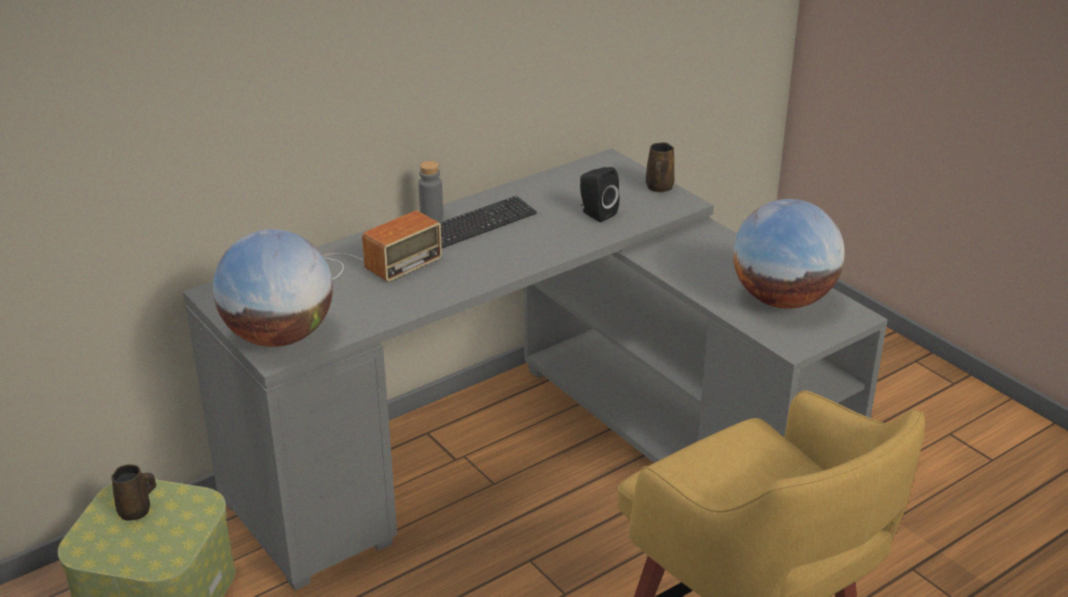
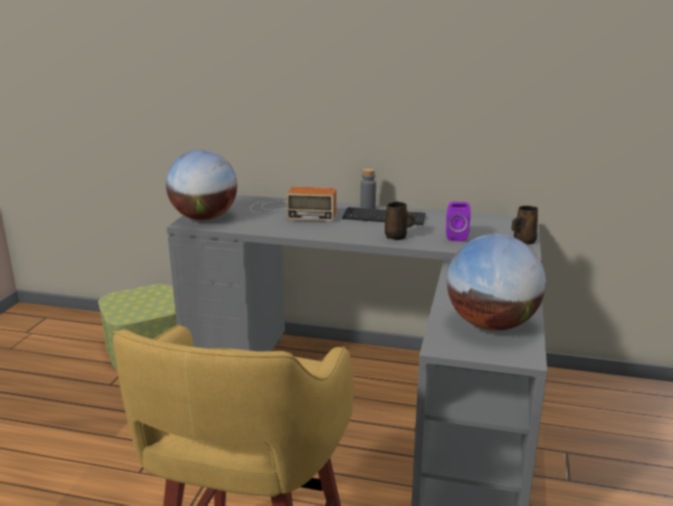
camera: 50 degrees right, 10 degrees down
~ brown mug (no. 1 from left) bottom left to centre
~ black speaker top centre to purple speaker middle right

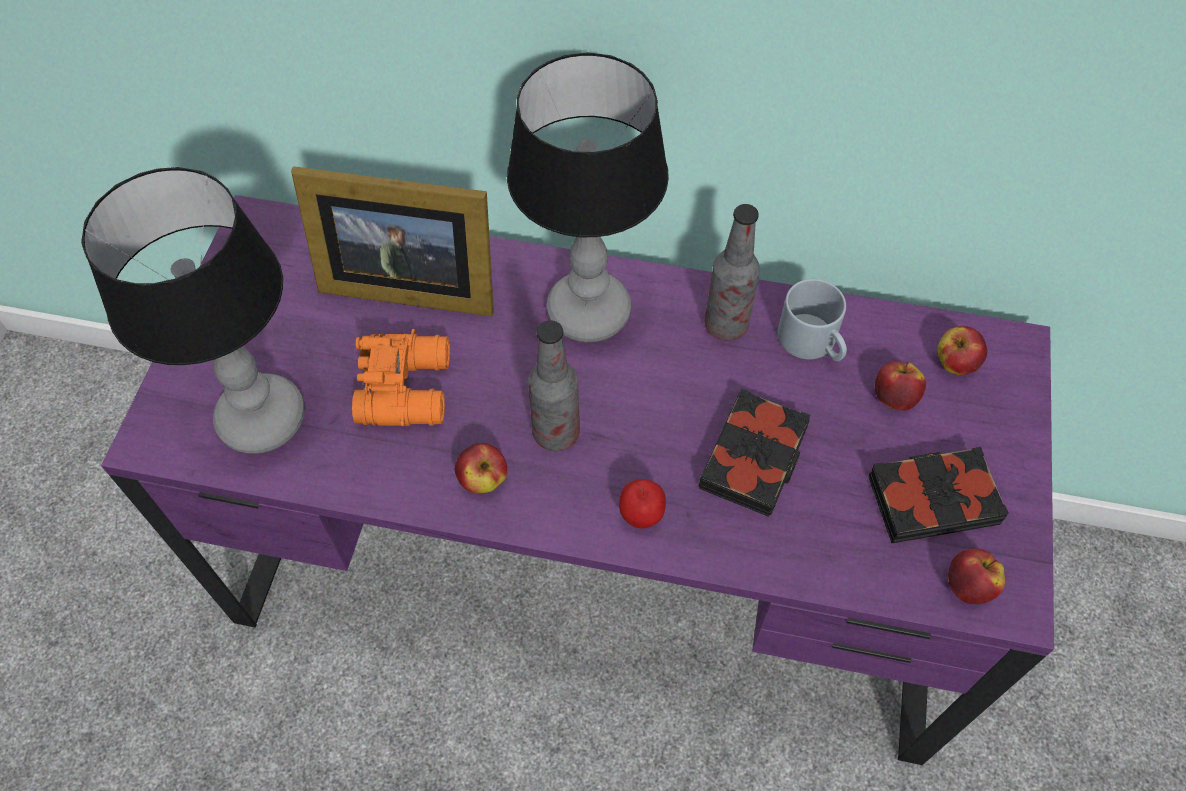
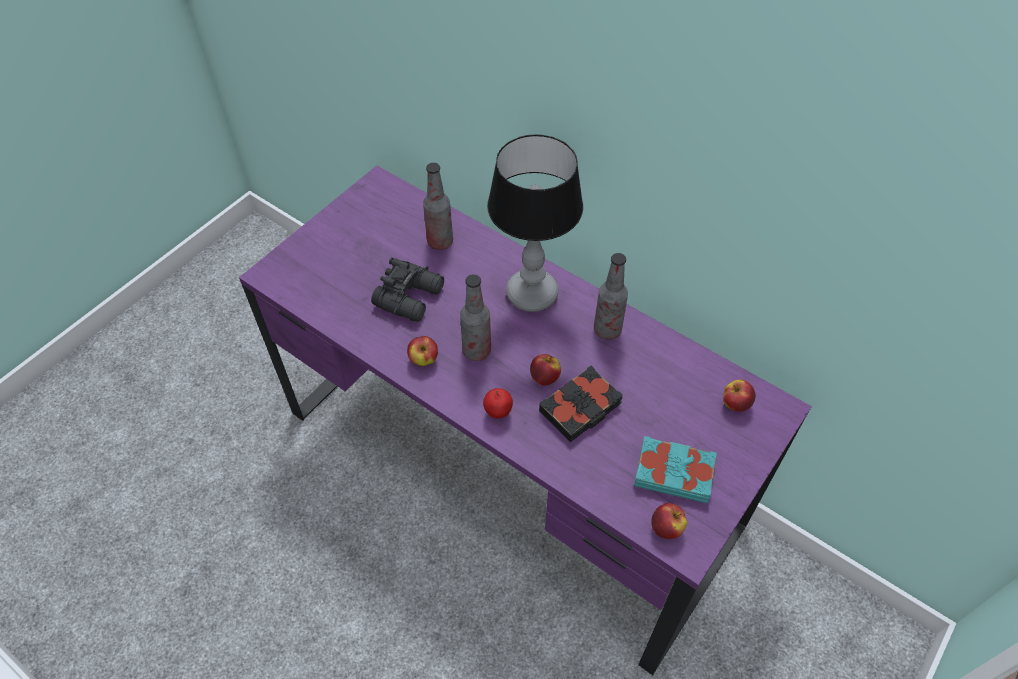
camera: 25 degrees right, 5 degrees down
- table lamp (no. 1 from left) middle left
~ picture frame top left to bottle (no. 1 from left) top centre
~ orange binoculars centre to black binoculars centre
- grey mug middle right
~ black book (no. 2 from left) middle right to turquoise book bottom centre
~ apple (no. 3 from left) middle right to centre

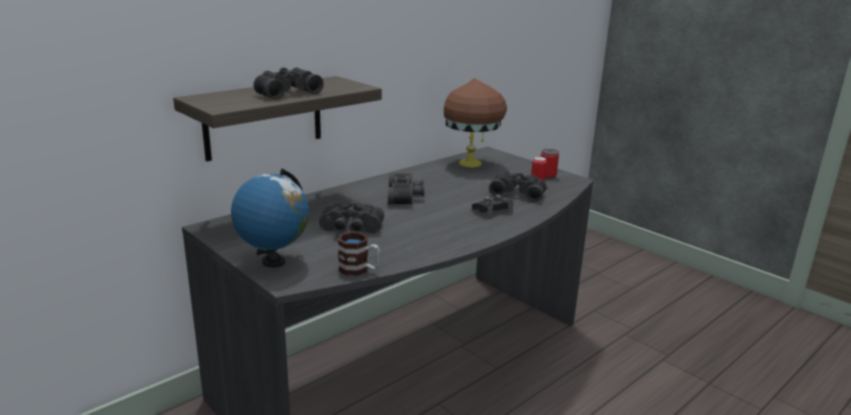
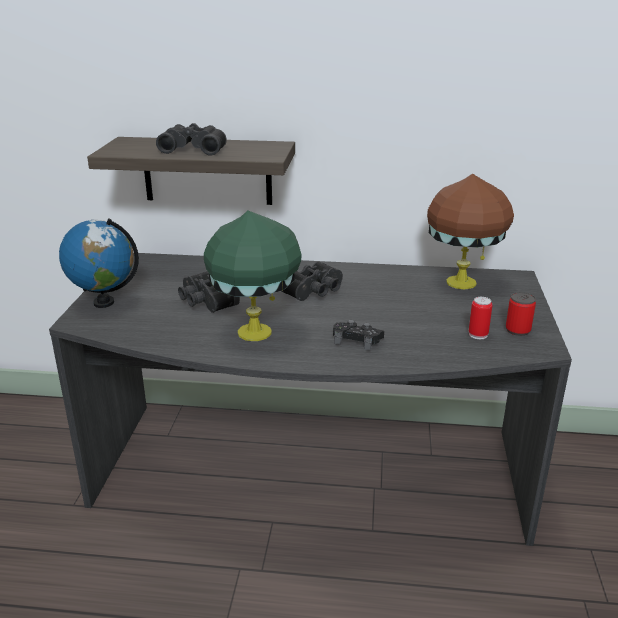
camera: 50 degrees right, 5 degrees up
- mug centre
- black binoculars (no. 4 from left) centre
+ green table lamp centre

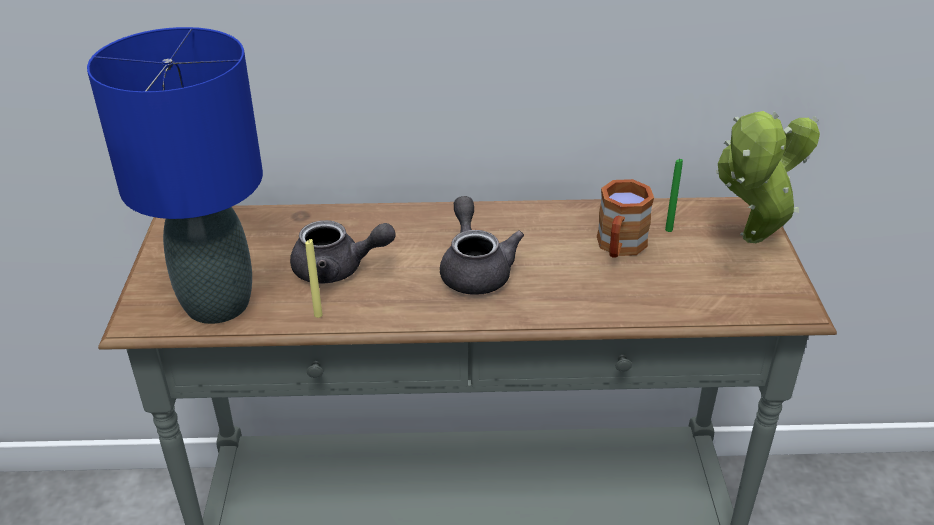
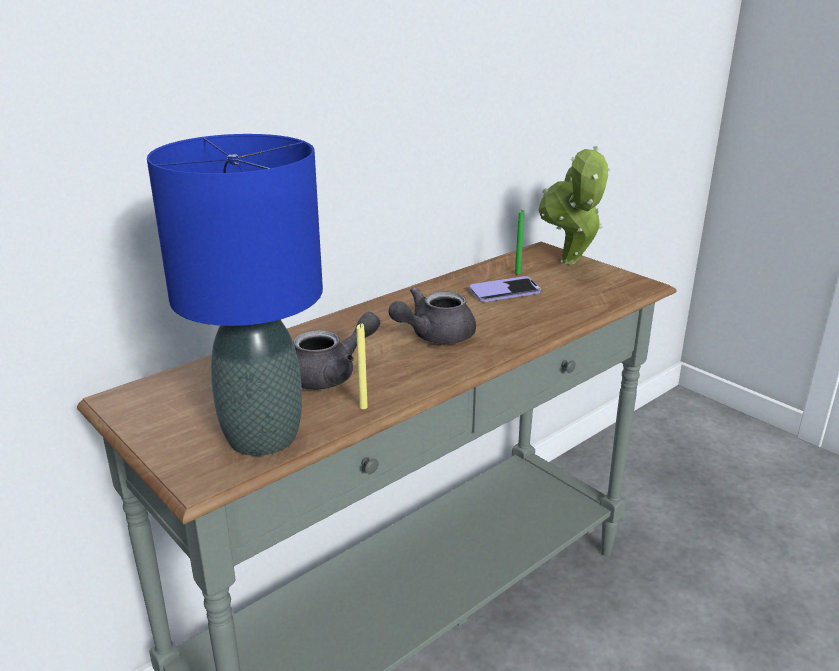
camera: 40 degrees left, 10 degrees down
~ grey teapot (no. 2 from left) centre = centre 75 degrees counterclockwise
~ brown mug middle right to phone centre

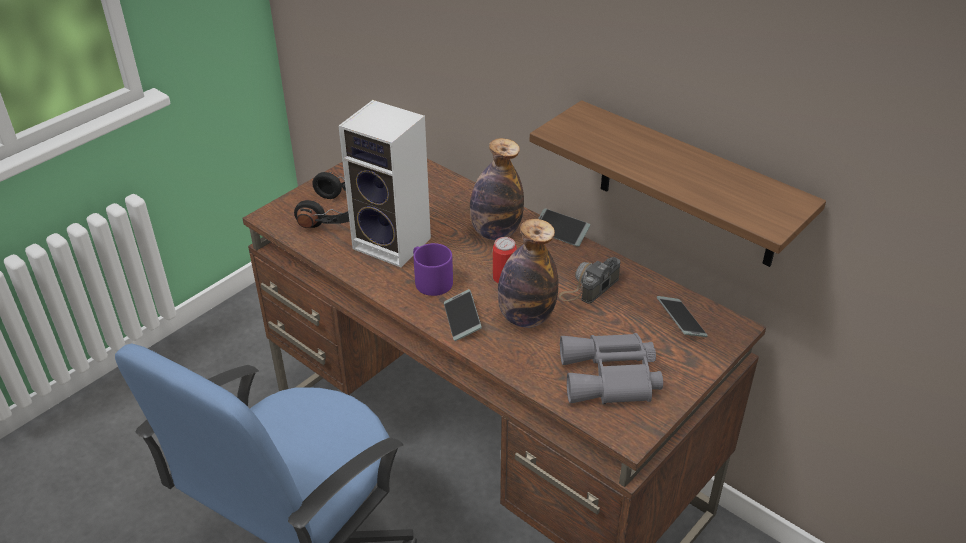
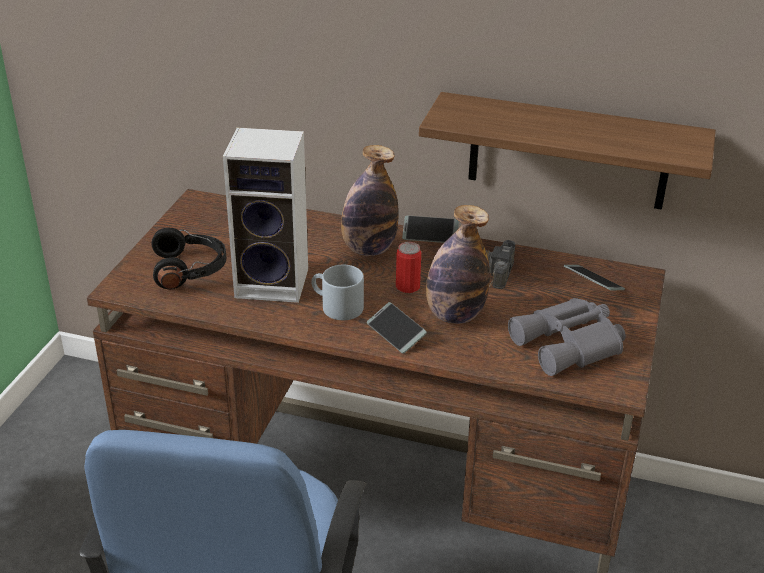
camera: 25 degrees left, 5 degrees down
~ purple mug centre to grey mug centre

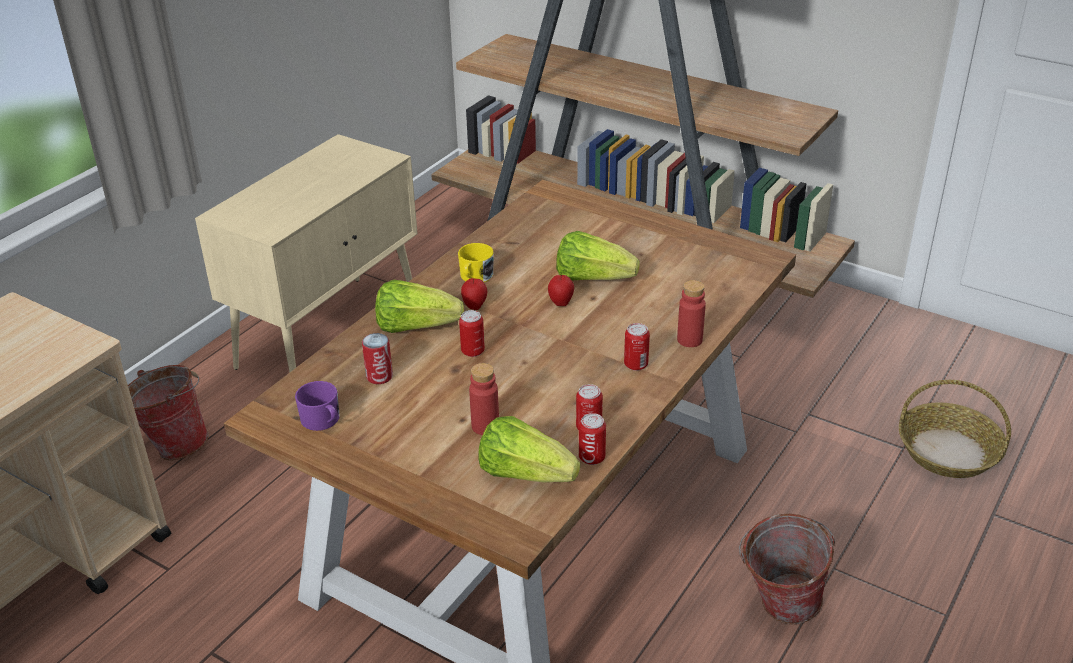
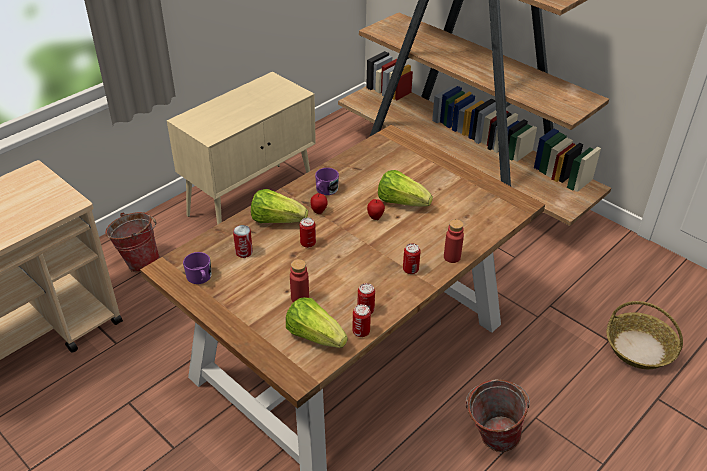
camera: 10 degrees right, 5 degrees up
~ yellow mug centre to purple mug (no. 2 from left) centre

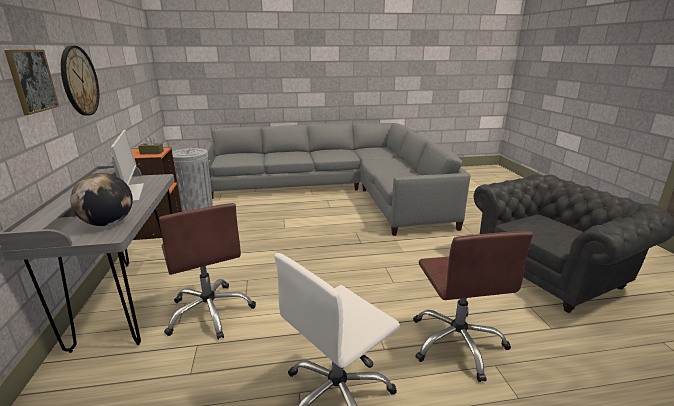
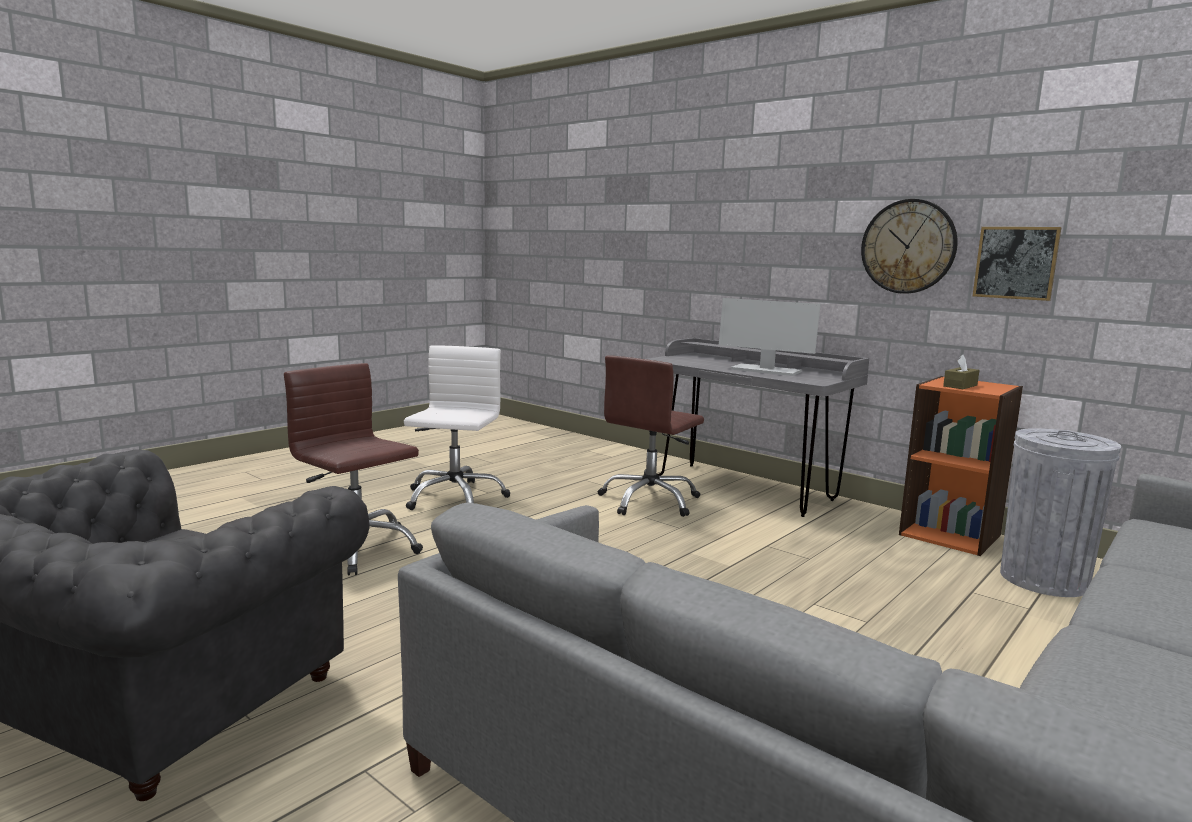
camera: 140 degrees right, 10 degrees down
~ picture top left to top right
- globe middle left
~ brown office chair (no. 1 from left in the first image) bottom left = centre 75 degrees counterclockwise

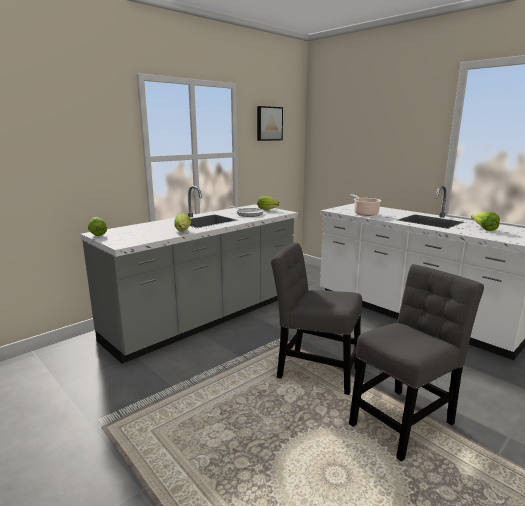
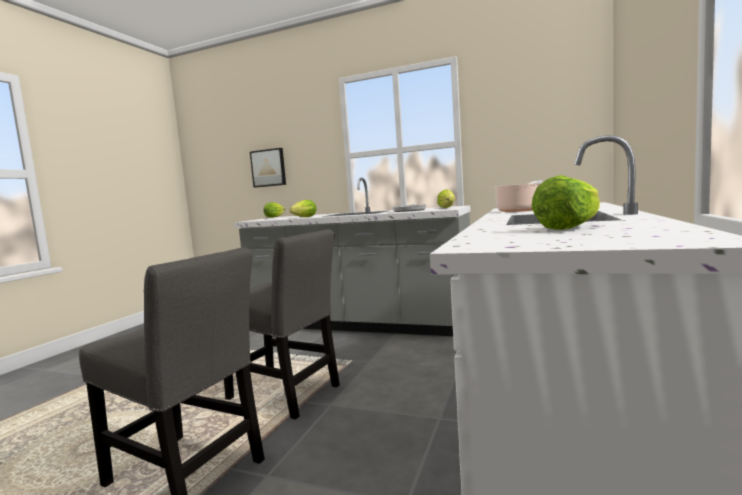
camera: 65 degrees right, 10 degrees down
~ picture top centre to centre
~ grey chair (no. 1 from left in the first image) centre = centre 120 degrees clockwise

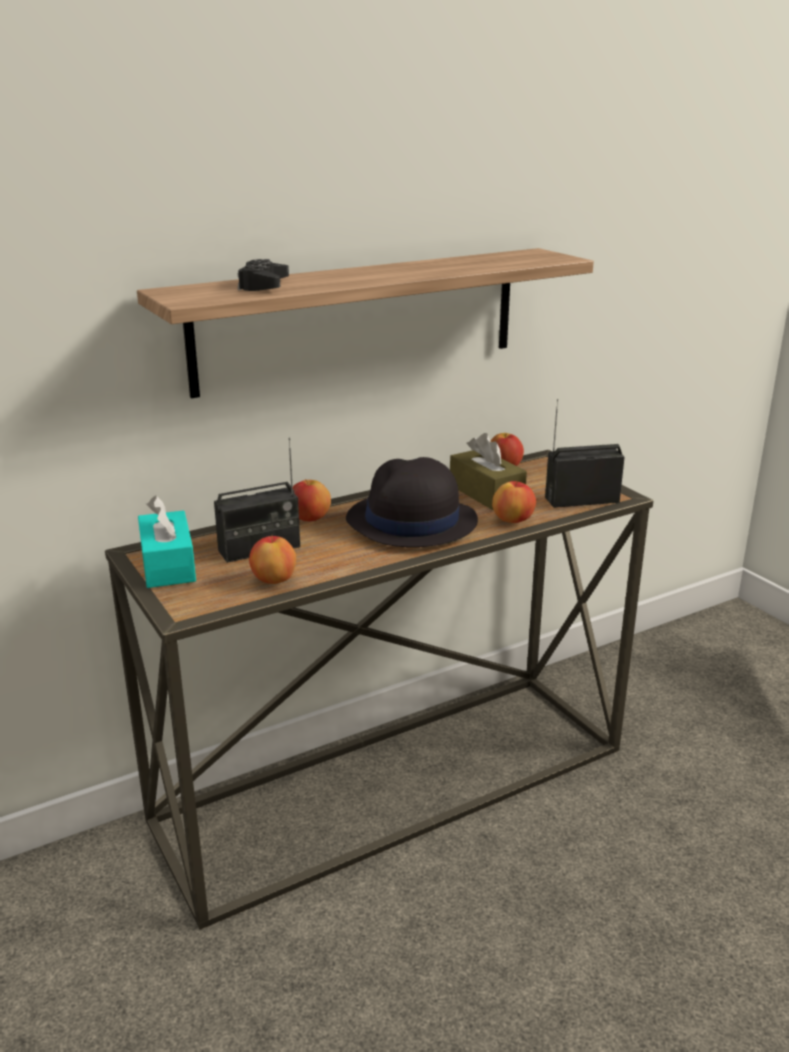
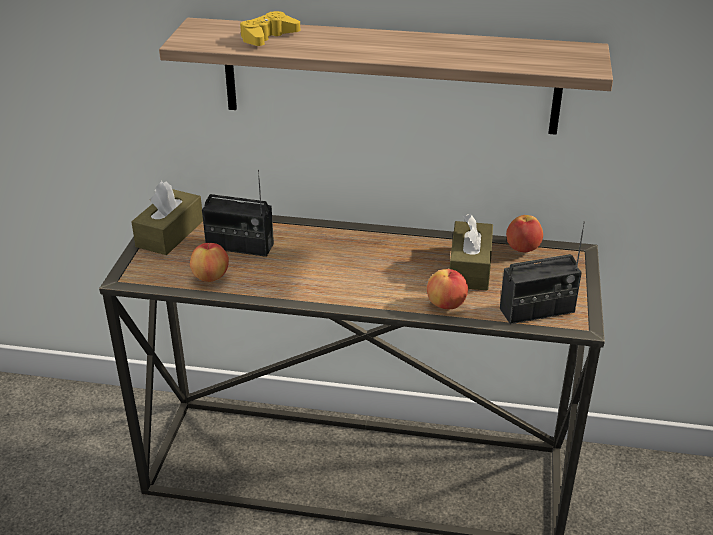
camera: 40 degrees right, 10 degrees up
~ turquoise tissue box middle left to brown tissue box (no. 1 from left) middle left
~ black game controller top centre to yellow game controller top centre
- apple (no. 2 from left) centre
- black hat centre
~ radio (no. 2 from left) middle right = middle right 135 degrees clockwise

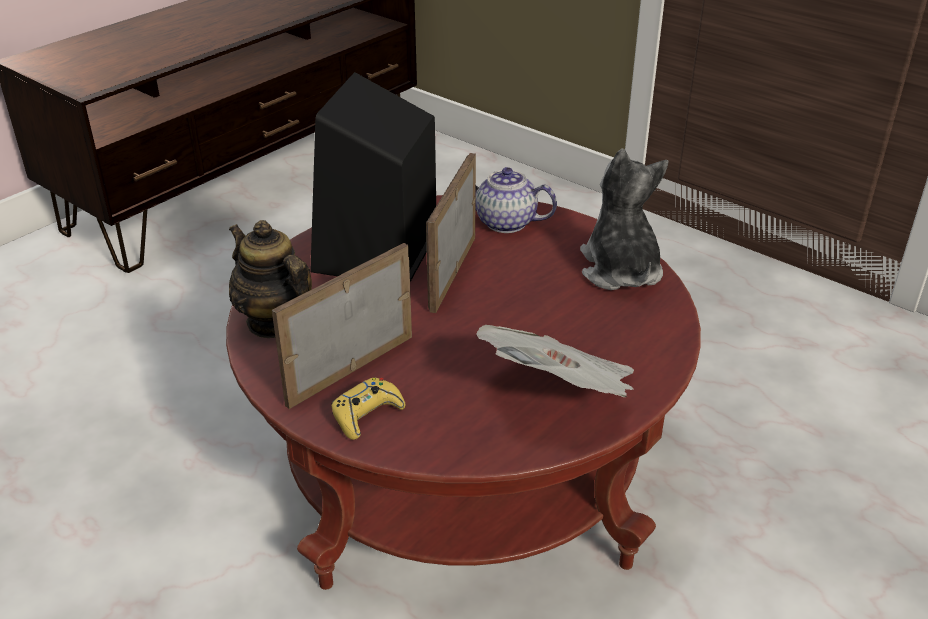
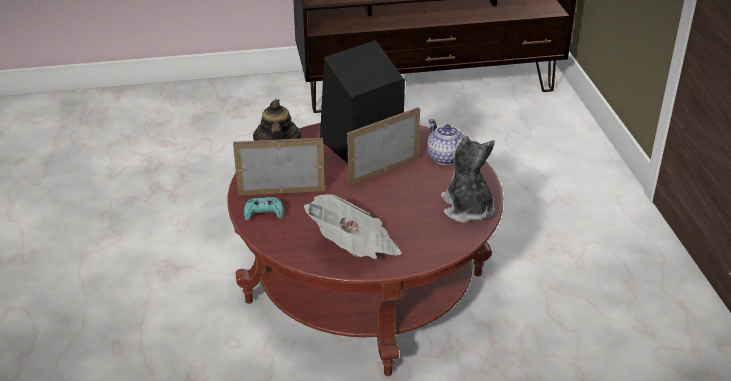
camera: 40 degrees right, 0 degrees up
~ yellow game controller centre to turquoise game controller centre
~ plush toy middle right = centre 45 degrees counterclockwise

